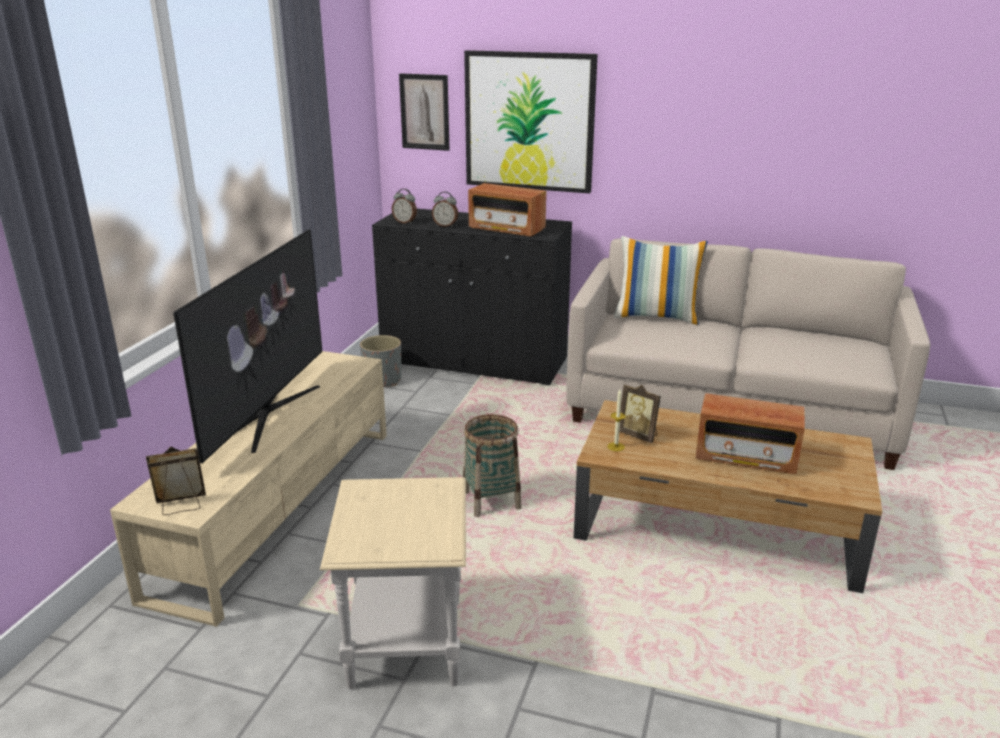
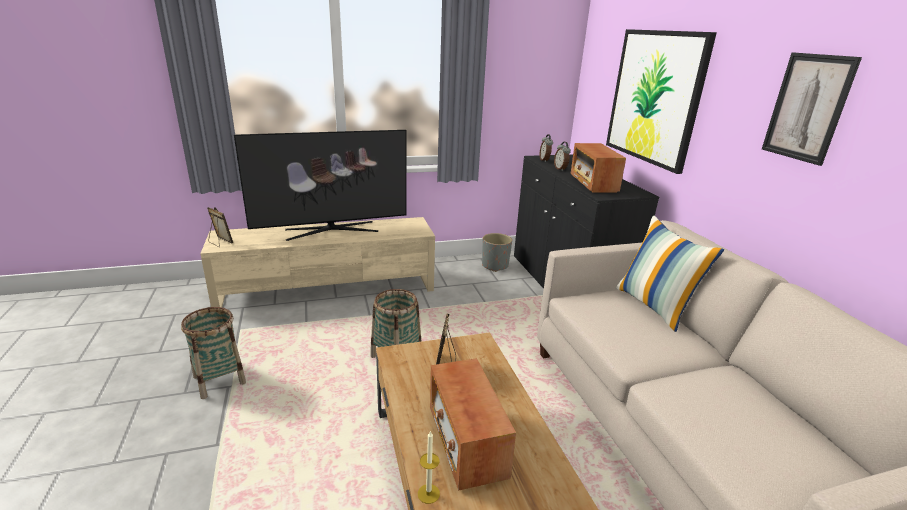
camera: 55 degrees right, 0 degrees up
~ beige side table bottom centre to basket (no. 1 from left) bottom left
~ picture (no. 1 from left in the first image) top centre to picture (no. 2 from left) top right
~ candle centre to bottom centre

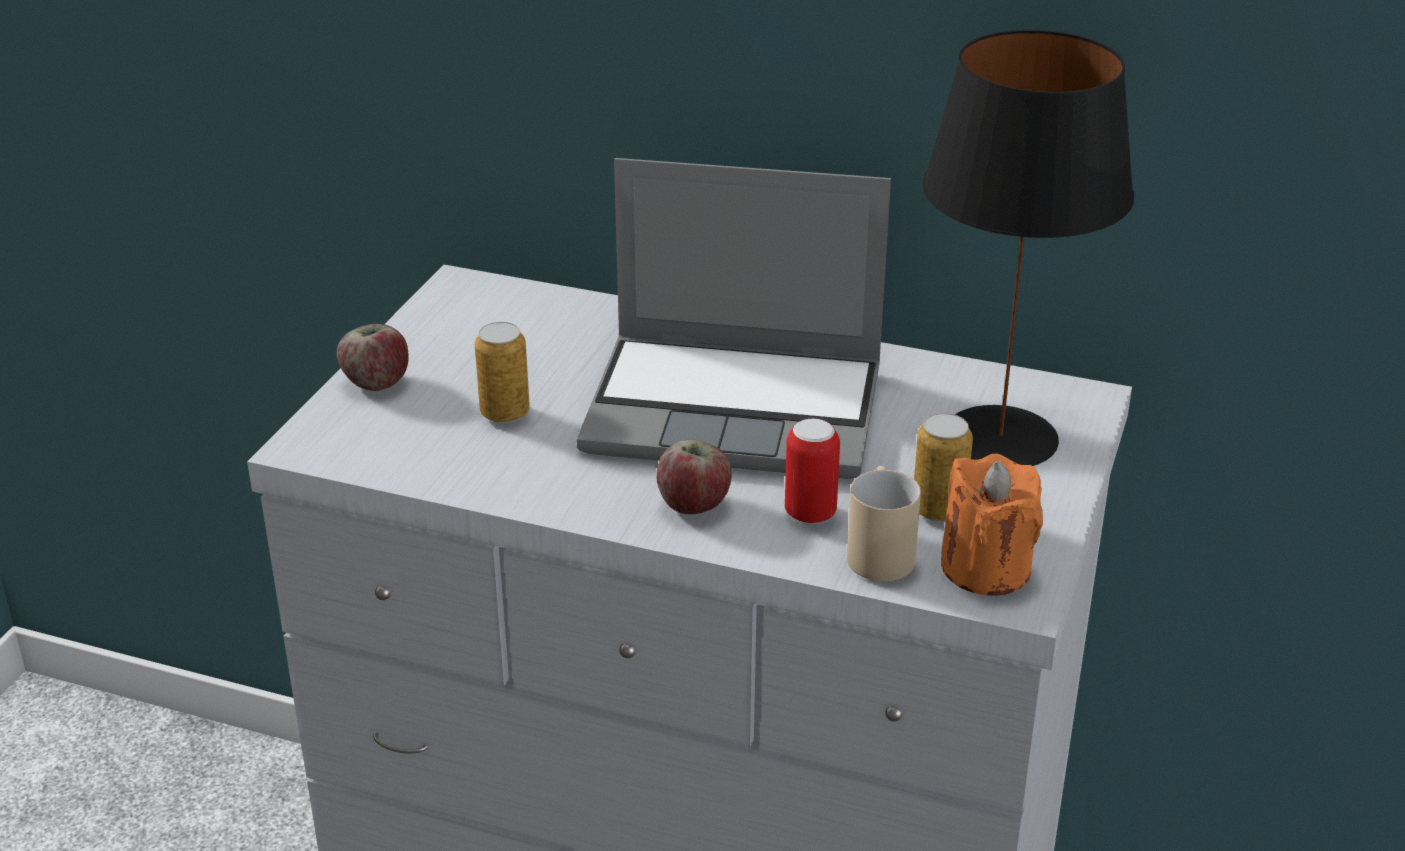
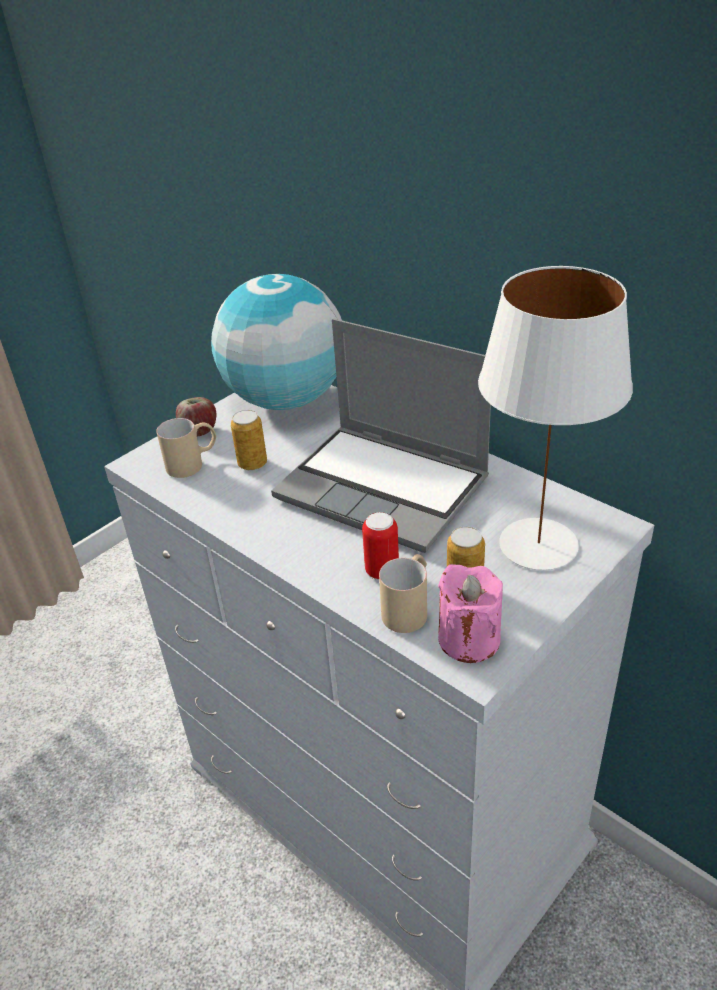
camera: 25 degrees right, 5 degrees up
- apple (no. 2 from left) centre
~ black table lamp top right to white table lamp middle right
~ orange candle middle right to pink candle centre
+ beige mug (no. 1 from left) middle left
+ globe centre

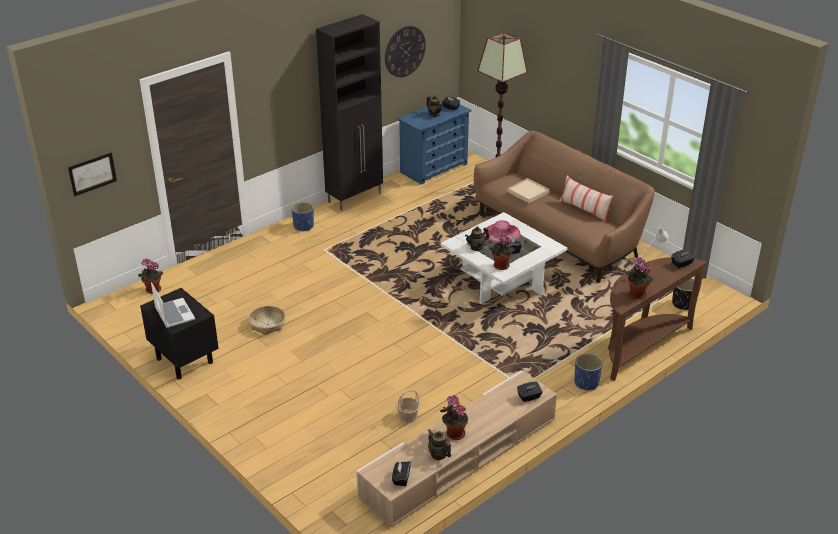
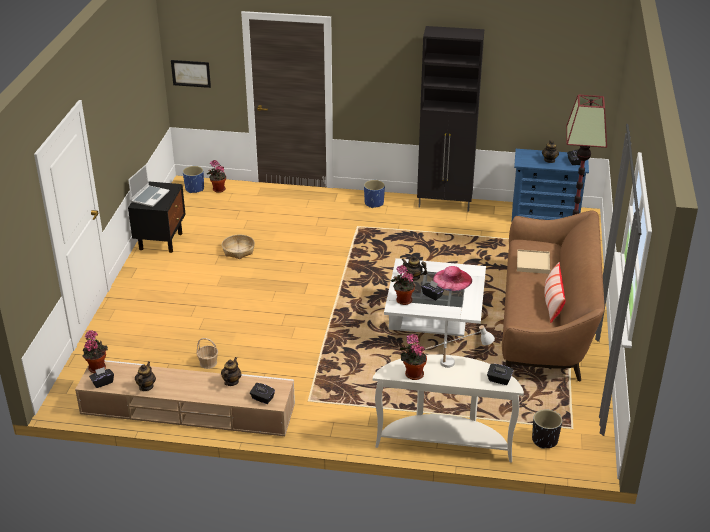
camera: 50 degrees right, 0 degrees up
- wall clock top centre
~ potted plant (no. 2 from left in the first image) bottom centre to potted plant (no. 1 from left) middle left
~ blue planter (no. 2 from left in the first image) bottom right to blue planter (no. 1 from left) middle left
~ brown console table middle right to white console table bottom centre
+ teapot (no. 2 from left) bottom left

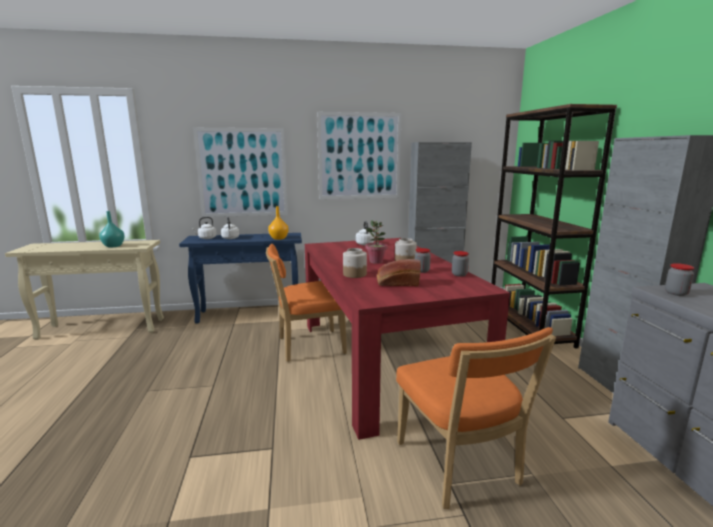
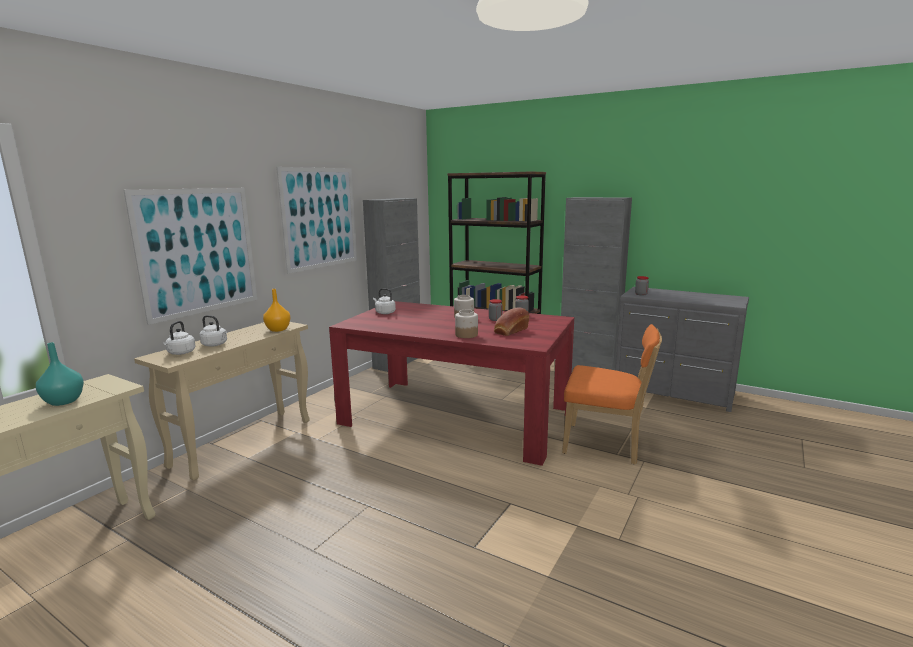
camera: 50 degrees left, 0 degrees up
~ blue console table centre to beige console table (no. 2 from left) middle left
- orange chair (no. 1 from left) centre
- potted plant centre

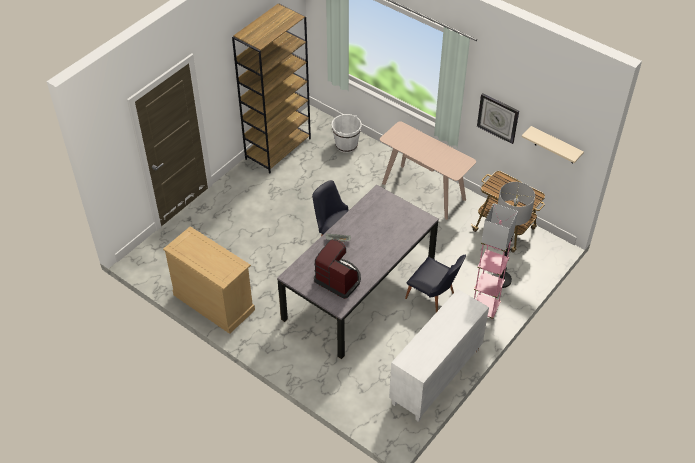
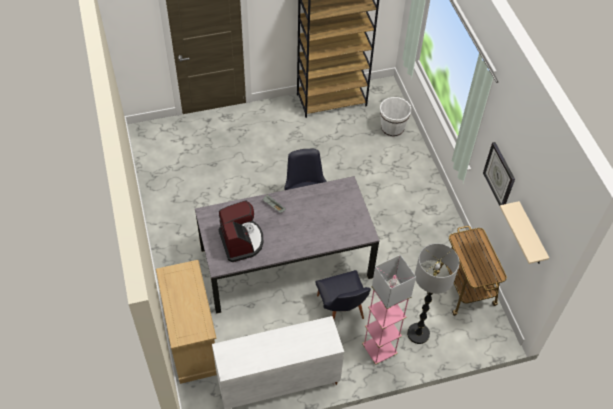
camera: 35 degrees right, 5 degrees up
~ beige dresser middle left to bottom left
- beige console table centre

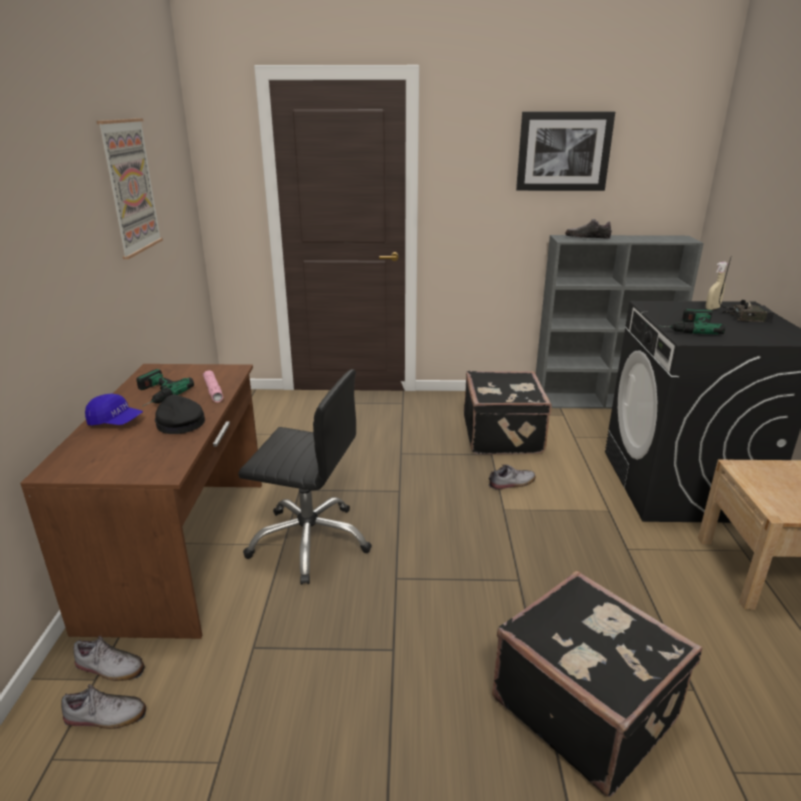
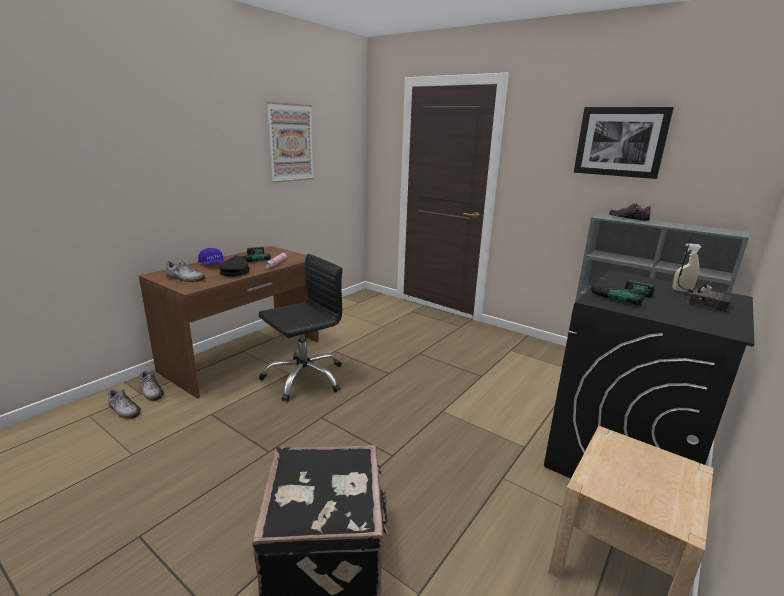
camera: 35 degrees right, 5 degrees down
~ black office chair centre = centre 90 degrees counterclockwise
- black suitcase (no. 1 from left) centre
~ shoe (no. 3 from left) centre to middle left

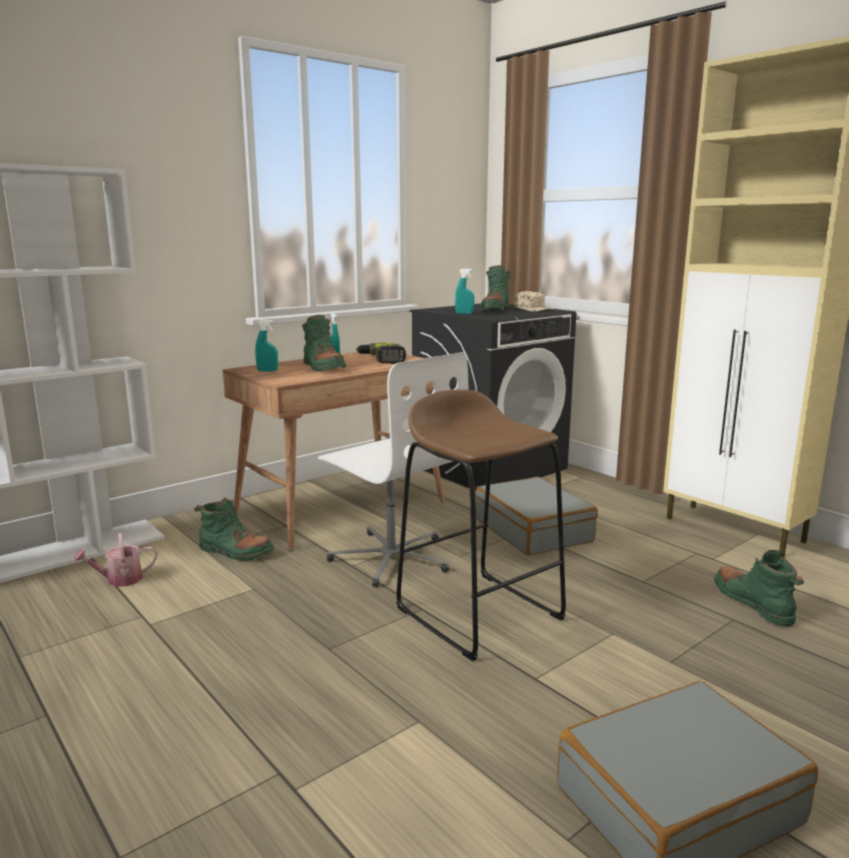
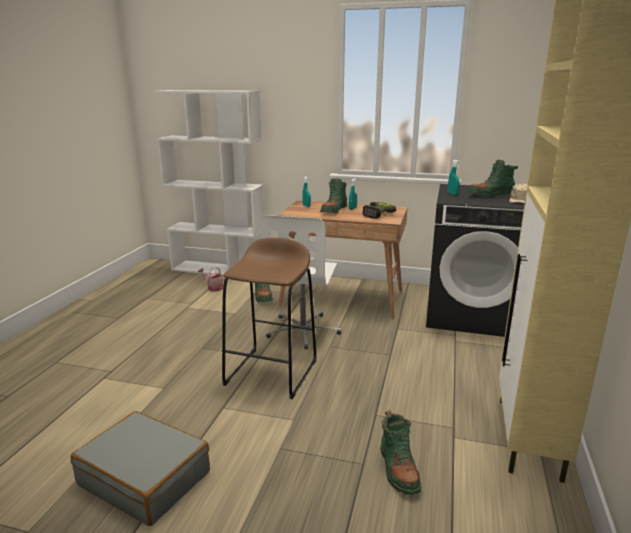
camera: 55 degrees right, 5 degrees up
- grey suitcase (no. 1 from left) centre
~ green boot (no. 4 from left in the first image) bottom right = bottom centre 135 degrees clockwise

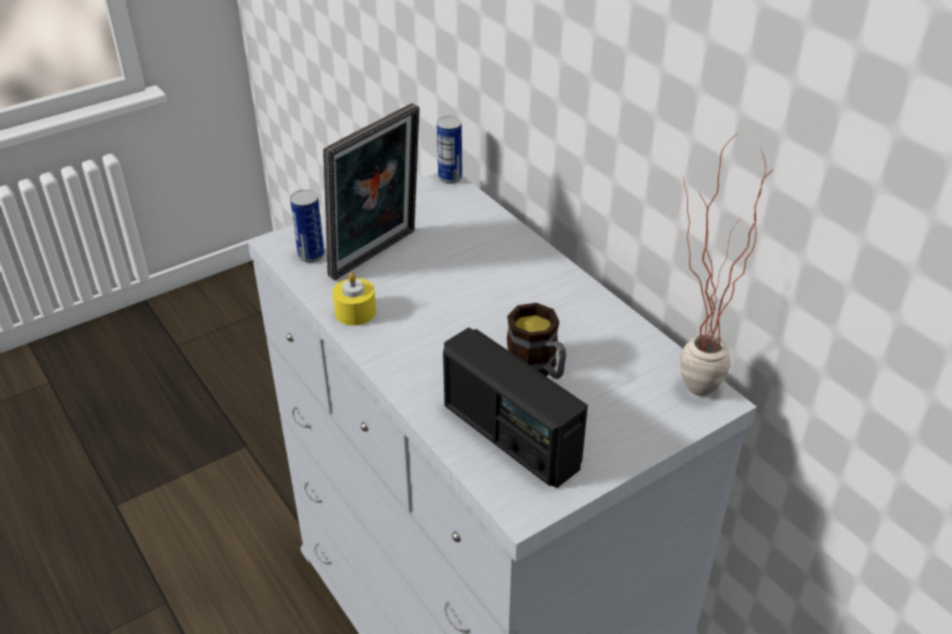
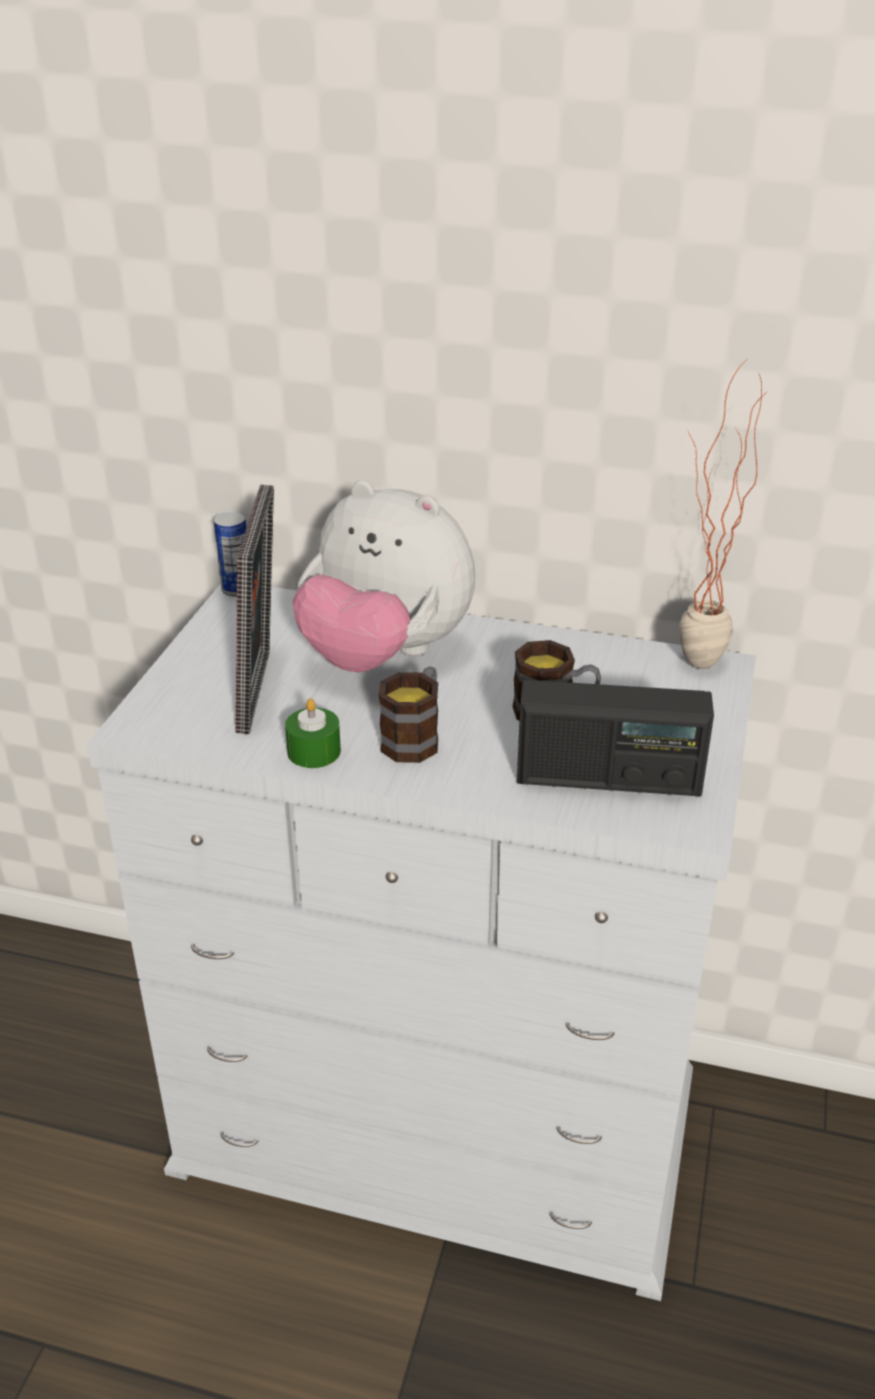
camera: 40 degrees left, 5 degrees down
- can (no. 1 from left) middle left
~ yellow candle centre to green candle centre
+ plush toy centre
+ mug (no. 1 from left) centre

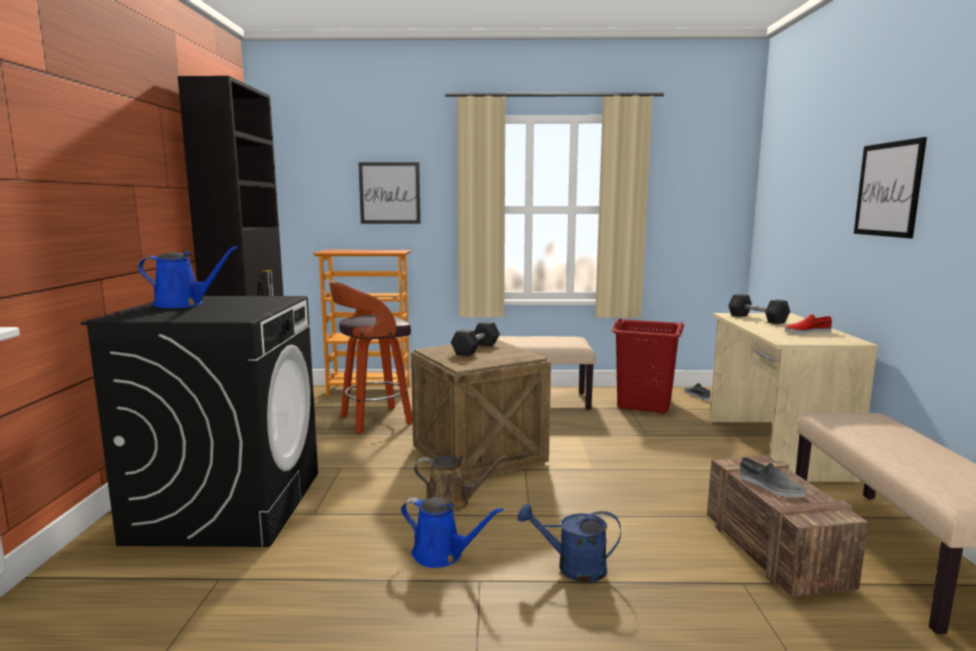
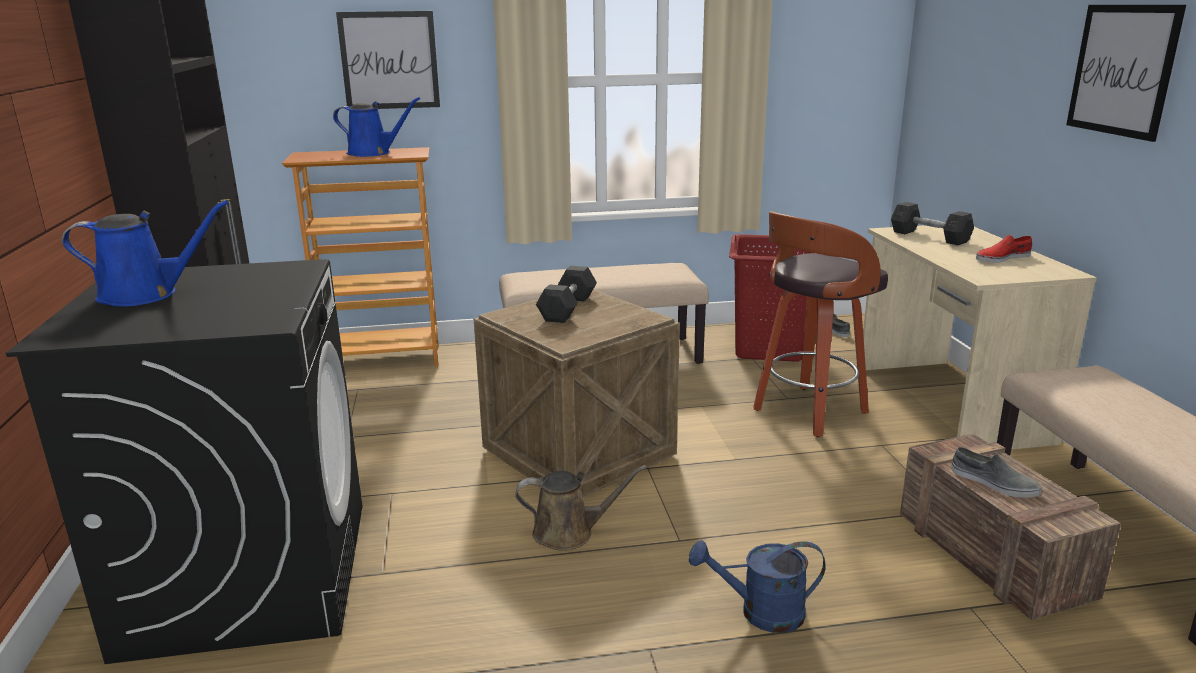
camera: 10 degrees left, 10 degrees up
~ stool centre to middle right
~ blue watering can (no. 2 from left) bottom centre to top left

